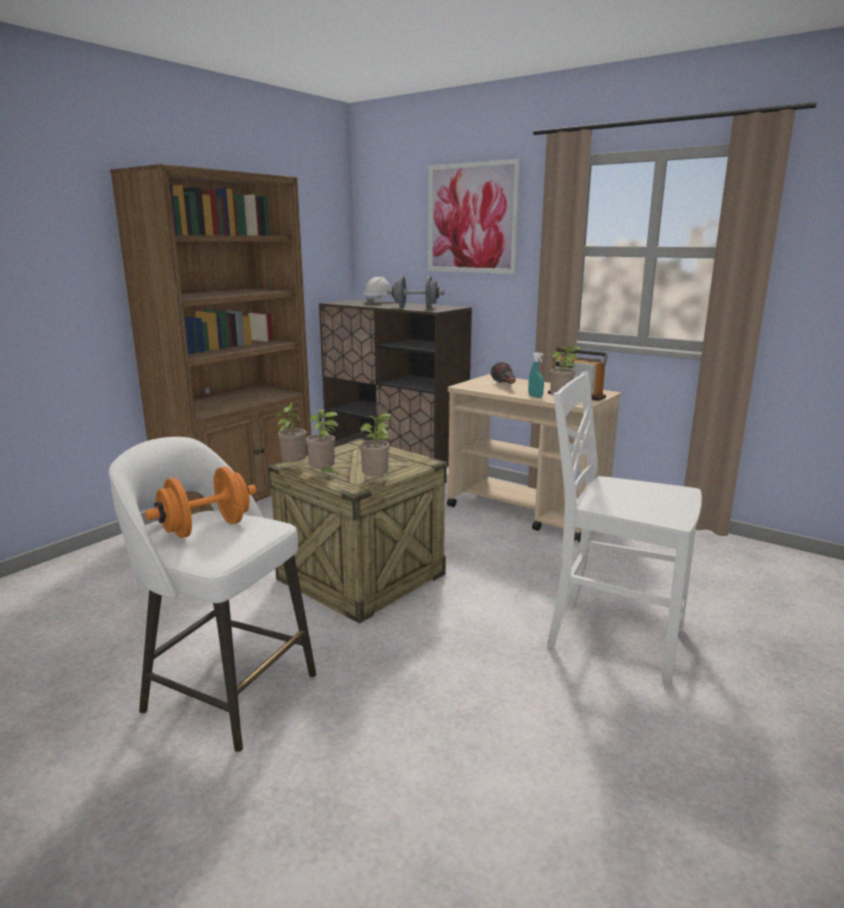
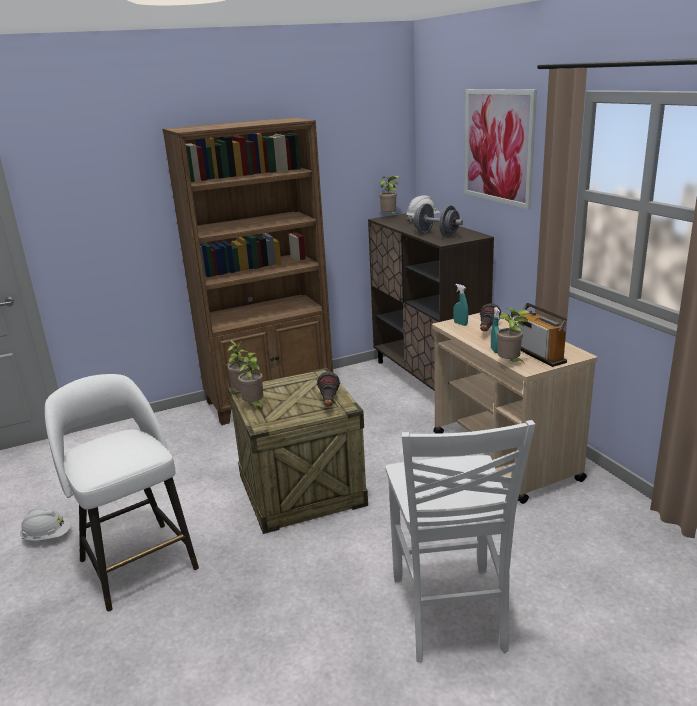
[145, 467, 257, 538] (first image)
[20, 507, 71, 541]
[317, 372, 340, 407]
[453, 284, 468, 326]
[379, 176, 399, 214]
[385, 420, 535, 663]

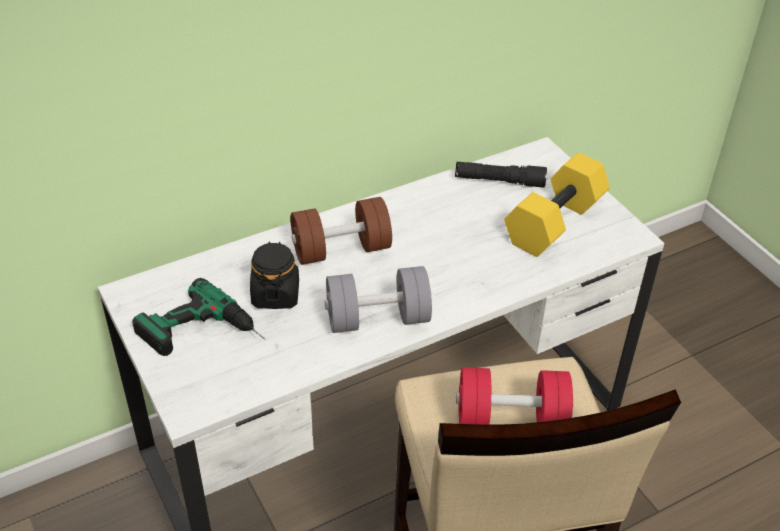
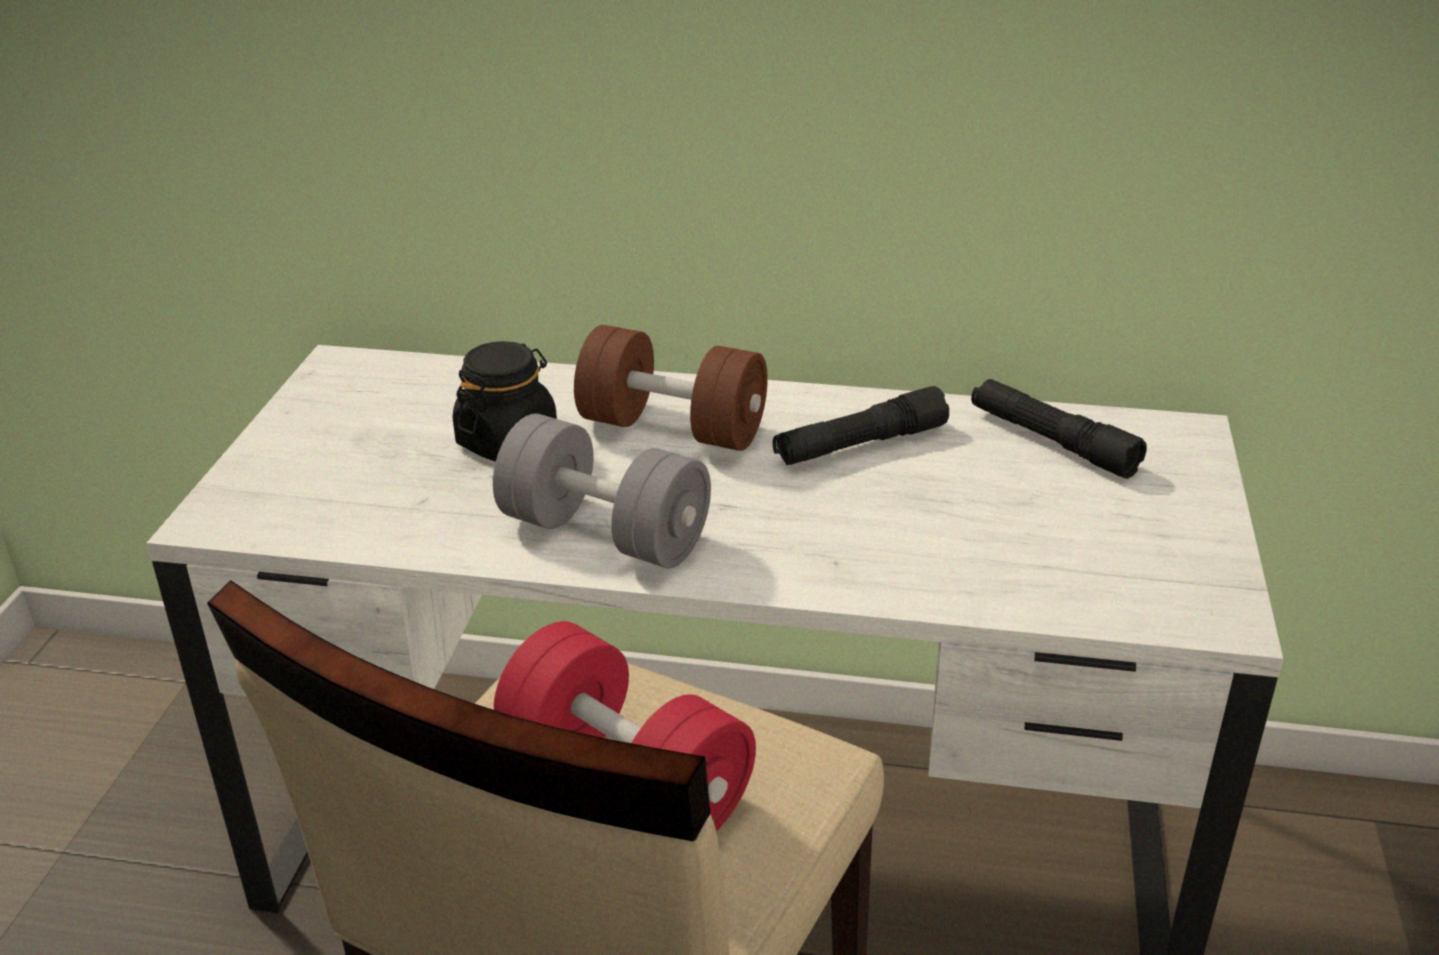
[132, 278, 266, 356] (first image)
[504, 153, 610, 257] (first image)
[773, 386, 949, 465]

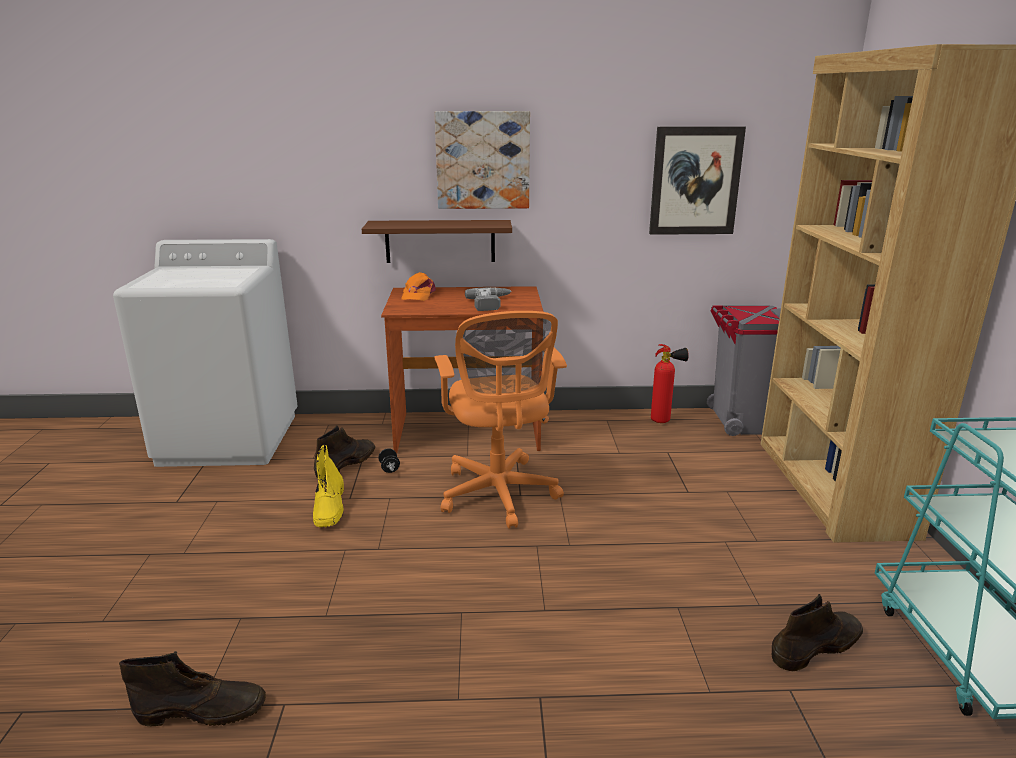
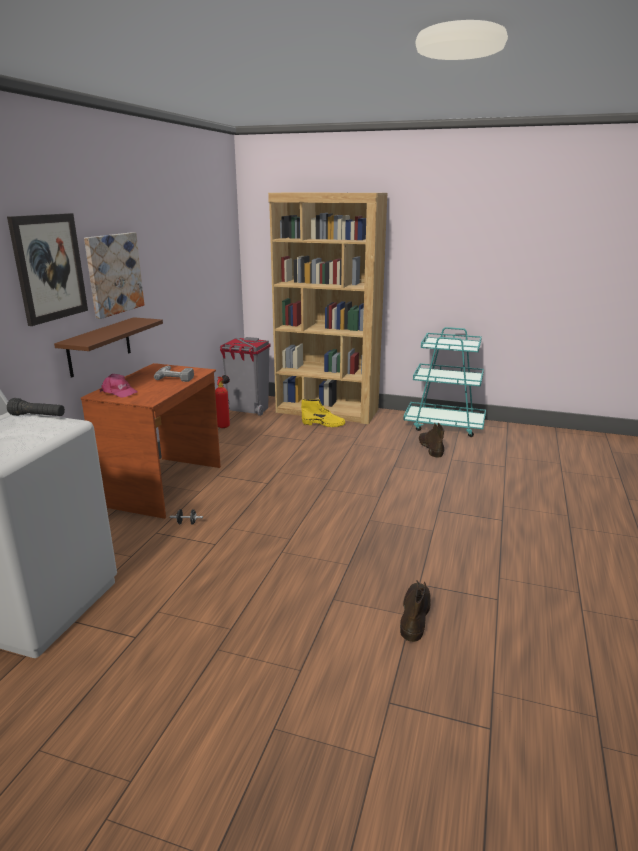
[314, 425, 375, 479] (first image)
[435, 311, 567, 529] (first image)
[7, 398, 65, 416]
[301, 399, 345, 427]
[7, 213, 88, 326]
[99, 374, 138, 398]

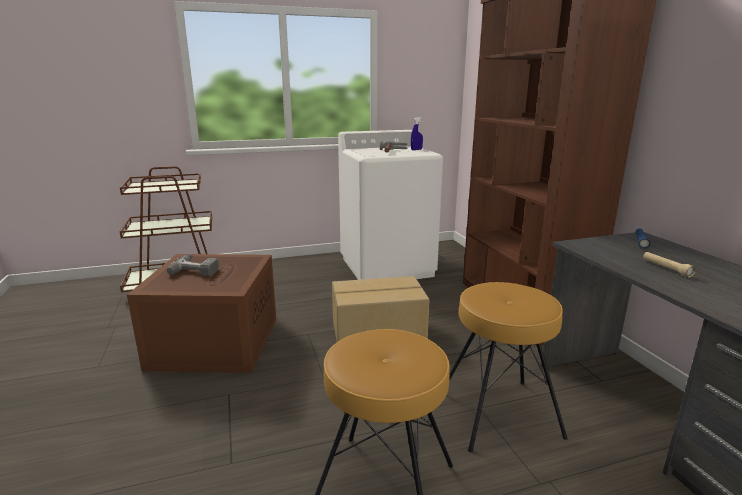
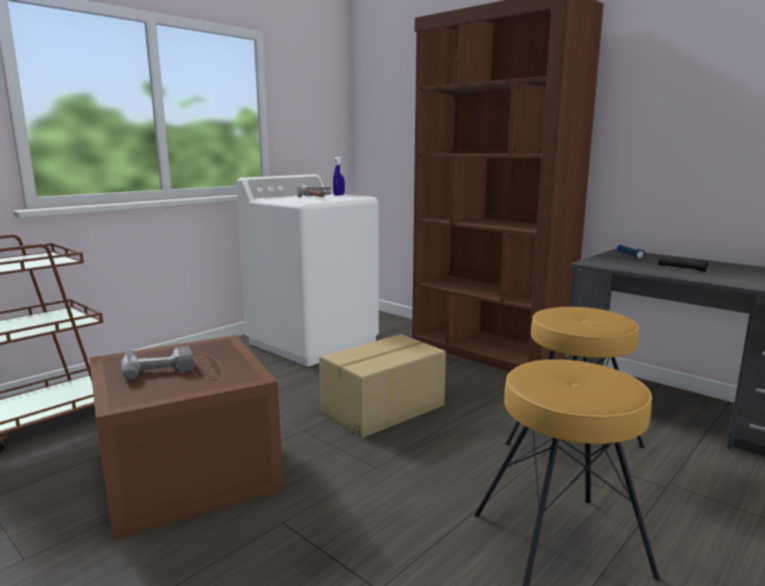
[658, 258, 708, 272]

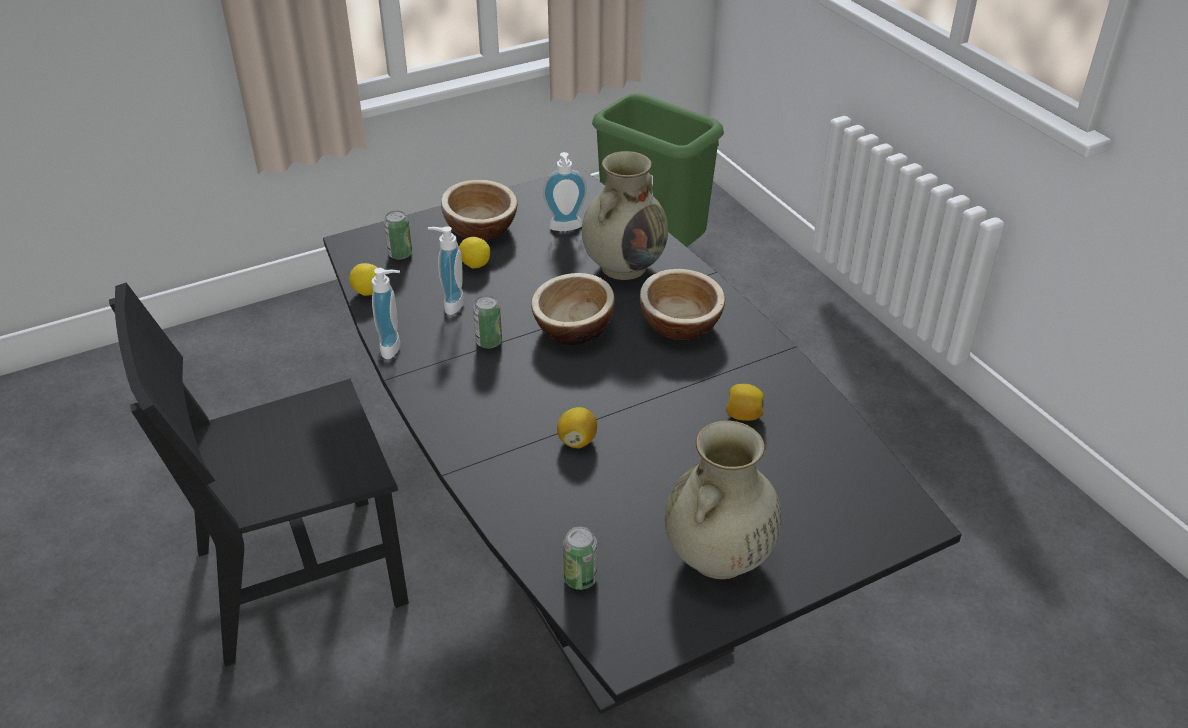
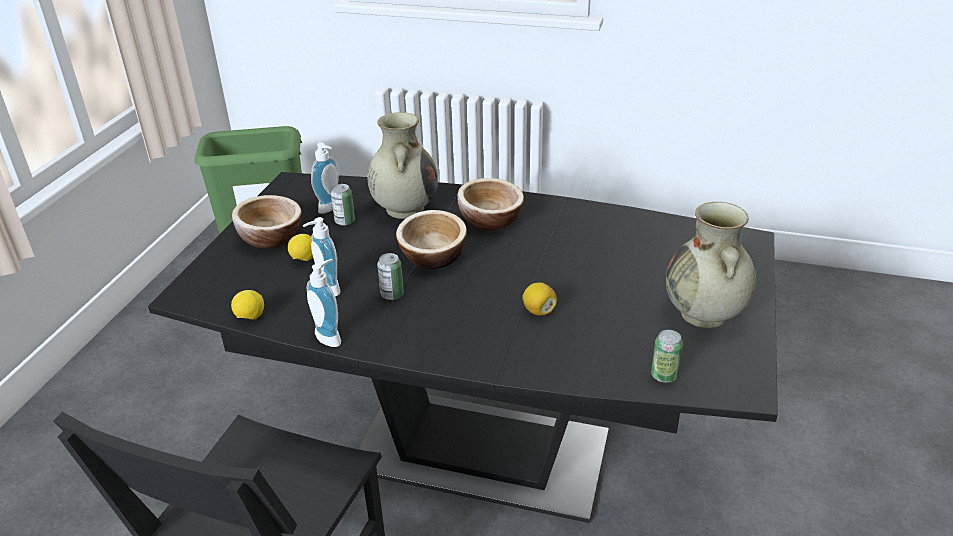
[726, 384, 764, 421] (first image)
[331, 184, 355, 226]

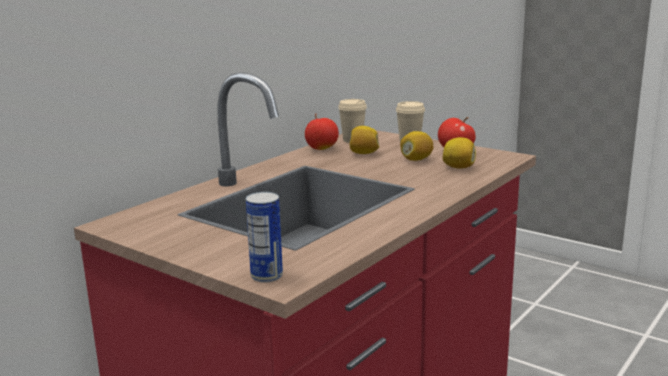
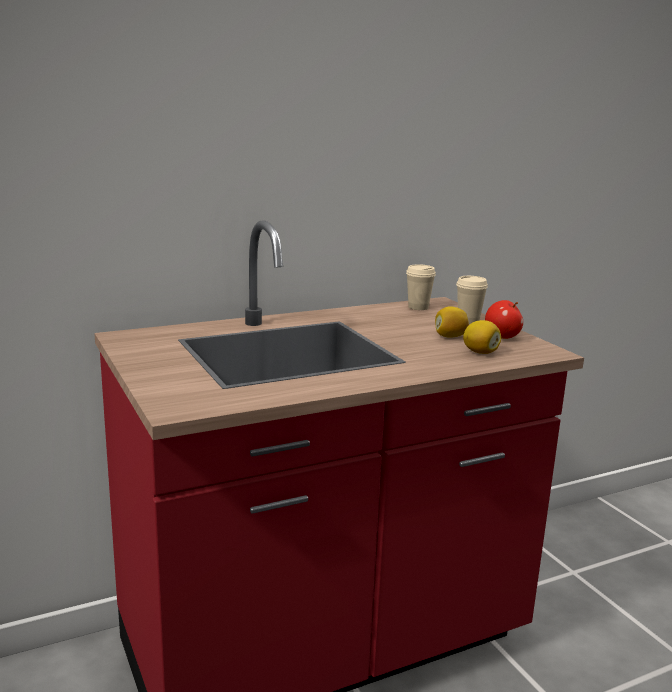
[246, 192, 283, 283] (first image)
[305, 114, 339, 150] (first image)
[350, 126, 379, 154] (first image)

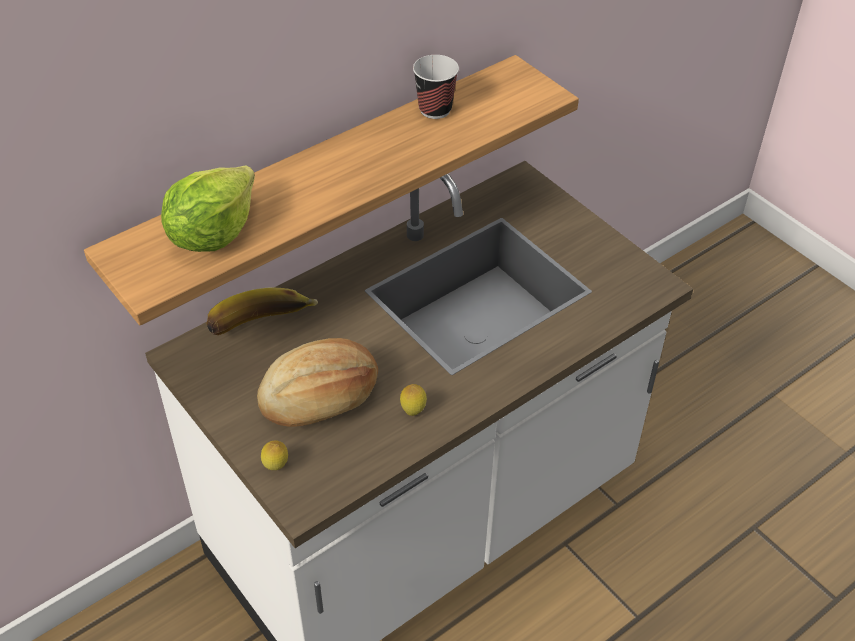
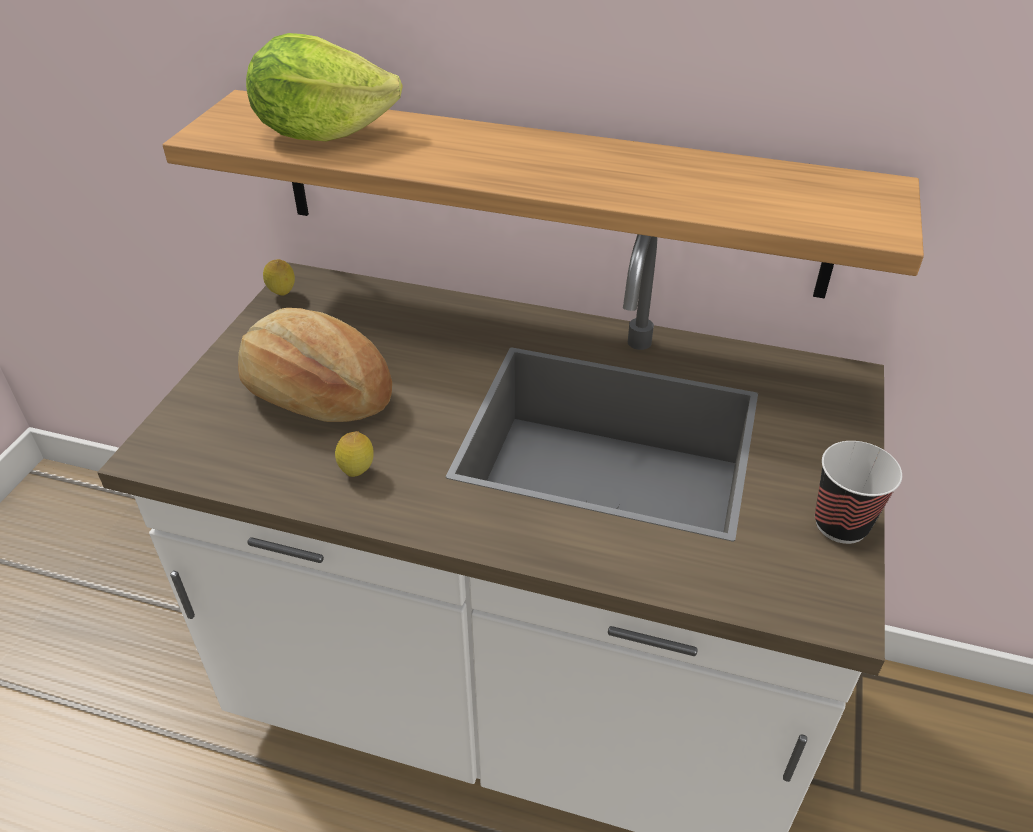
[206, 287, 318, 335] (first image)
[263, 259, 295, 296]
[815, 441, 902, 544]

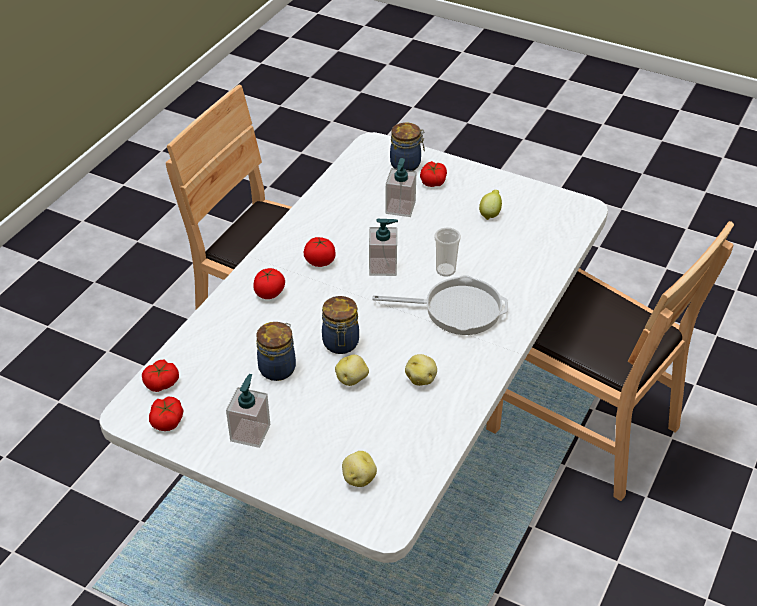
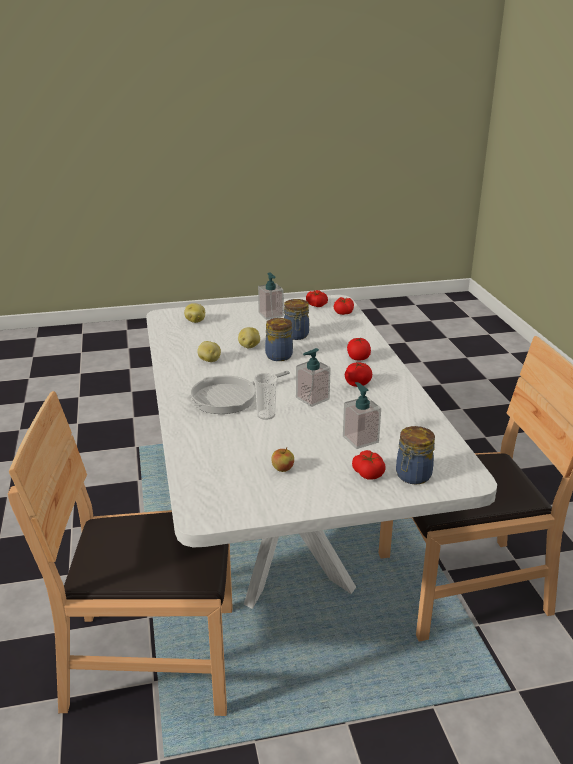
[271, 447, 294, 472]

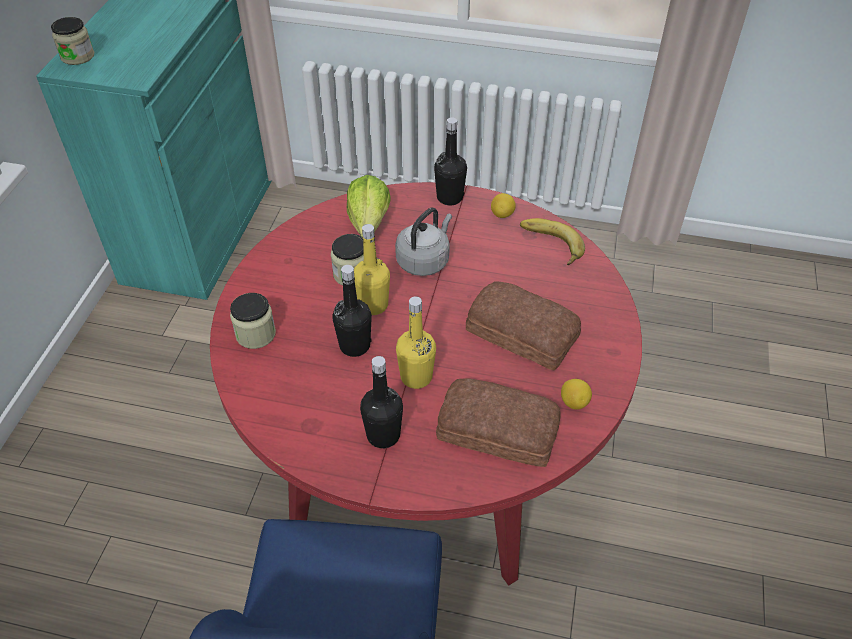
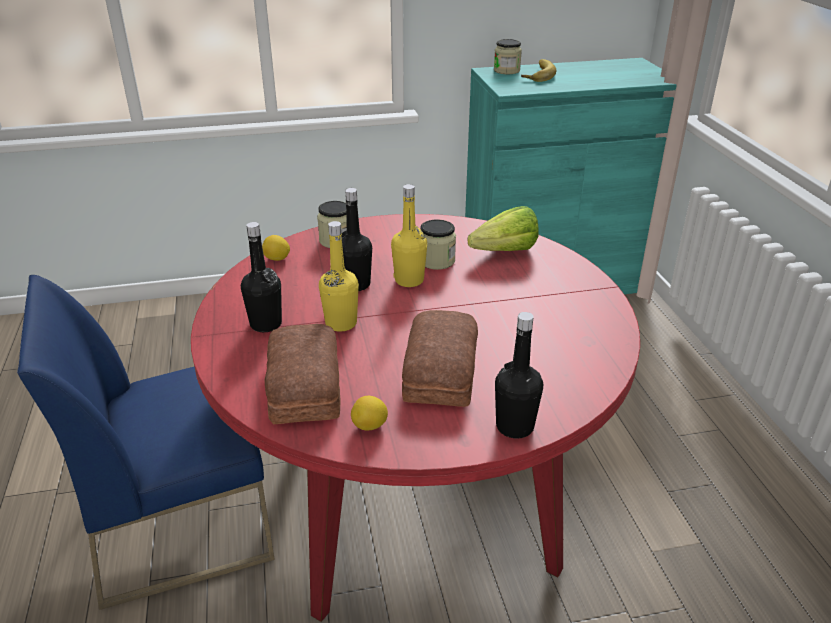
[395, 207, 452, 276] (first image)
[495, 312, 543, 438]
[262, 235, 290, 261]
[521, 59, 556, 82]

